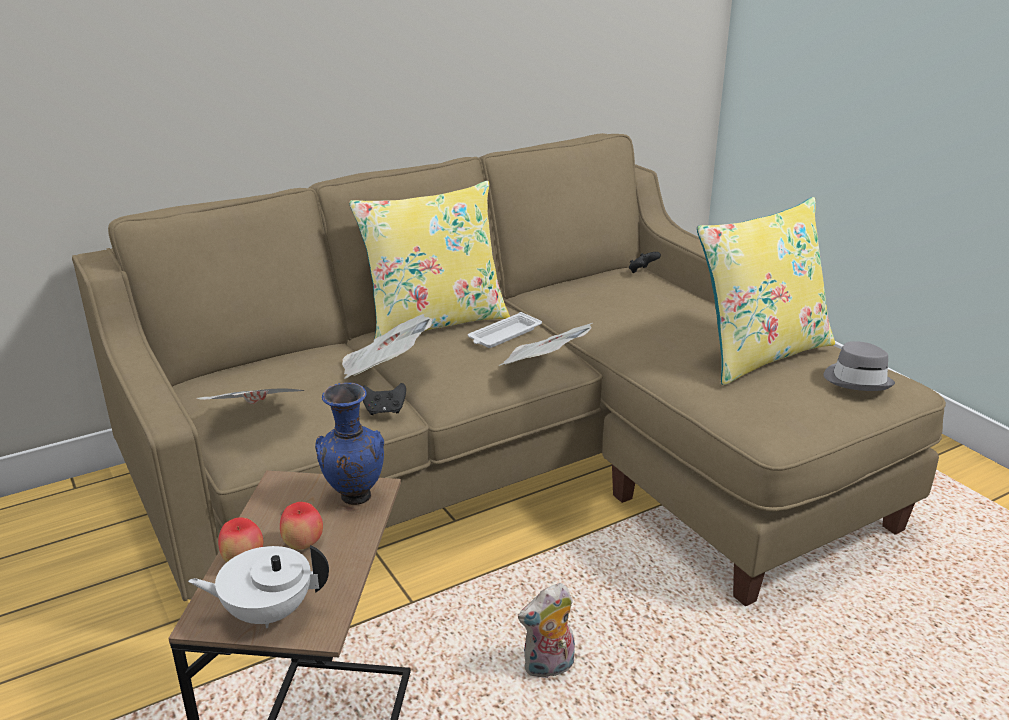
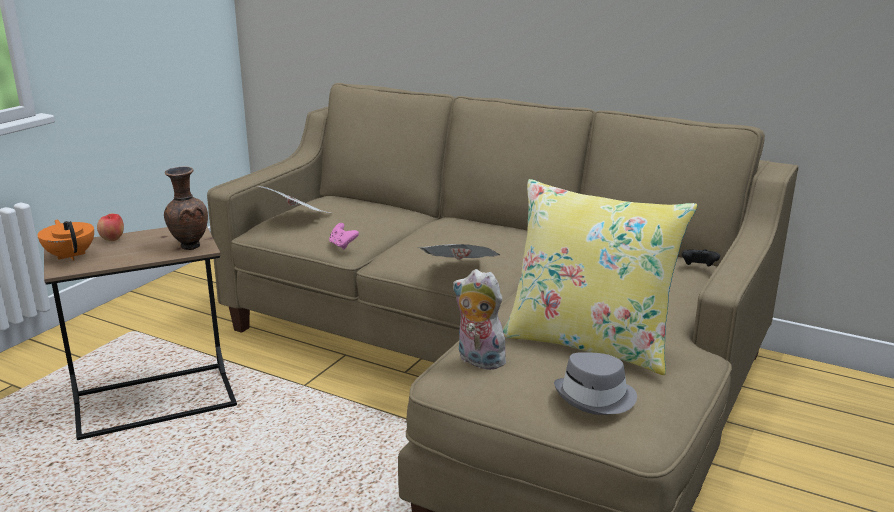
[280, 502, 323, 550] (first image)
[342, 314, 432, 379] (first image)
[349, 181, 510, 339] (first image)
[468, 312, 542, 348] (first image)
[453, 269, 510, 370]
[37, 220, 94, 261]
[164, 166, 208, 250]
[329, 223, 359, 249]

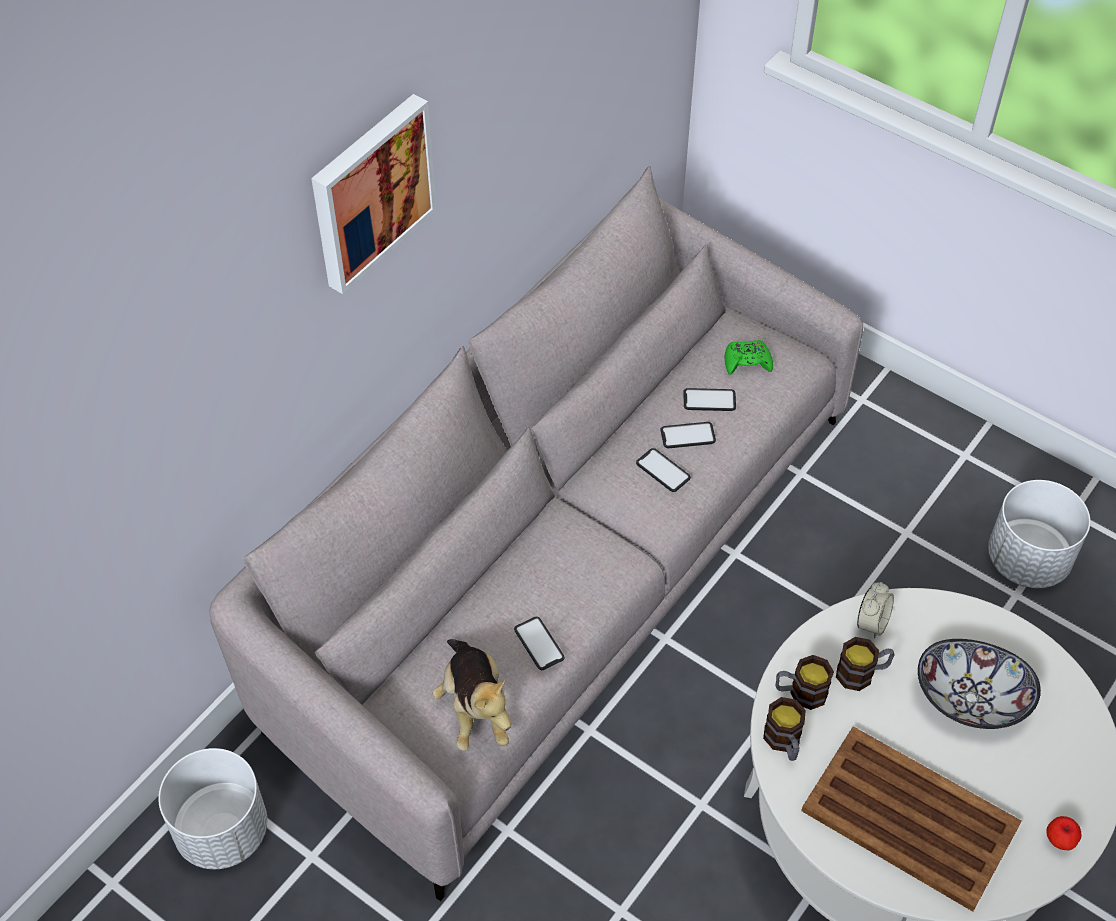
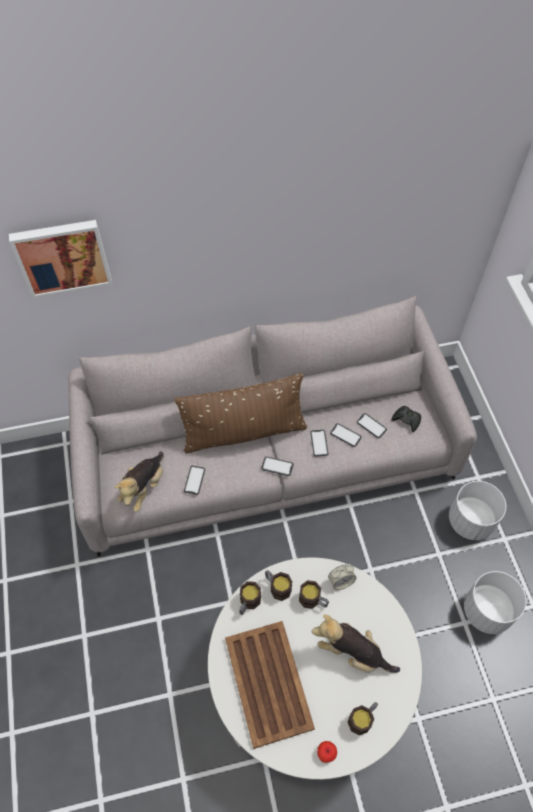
[175, 373, 307, 453]
[261, 457, 293, 476]
[348, 702, 378, 735]
[449, 481, 506, 540]
[9, 220, 112, 298]
[312, 614, 400, 673]
[392, 406, 421, 432]

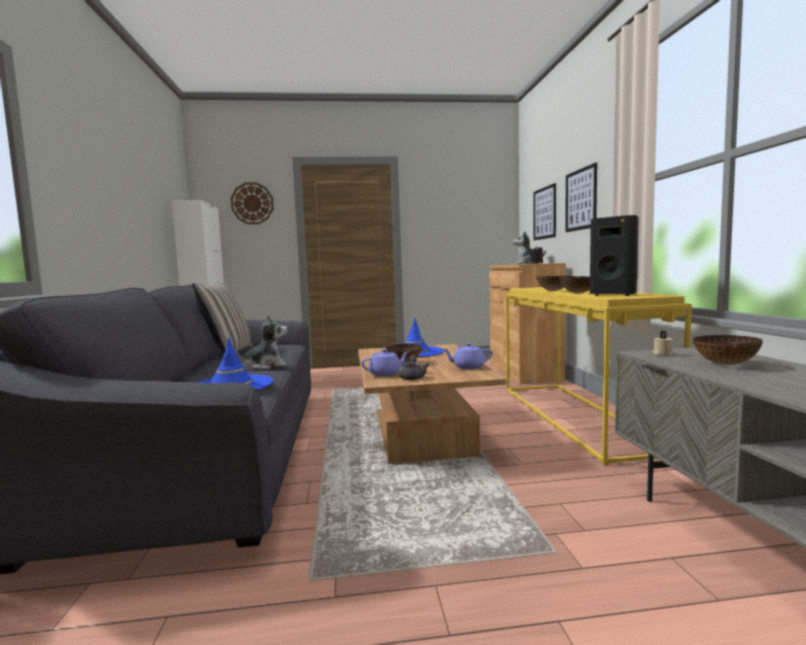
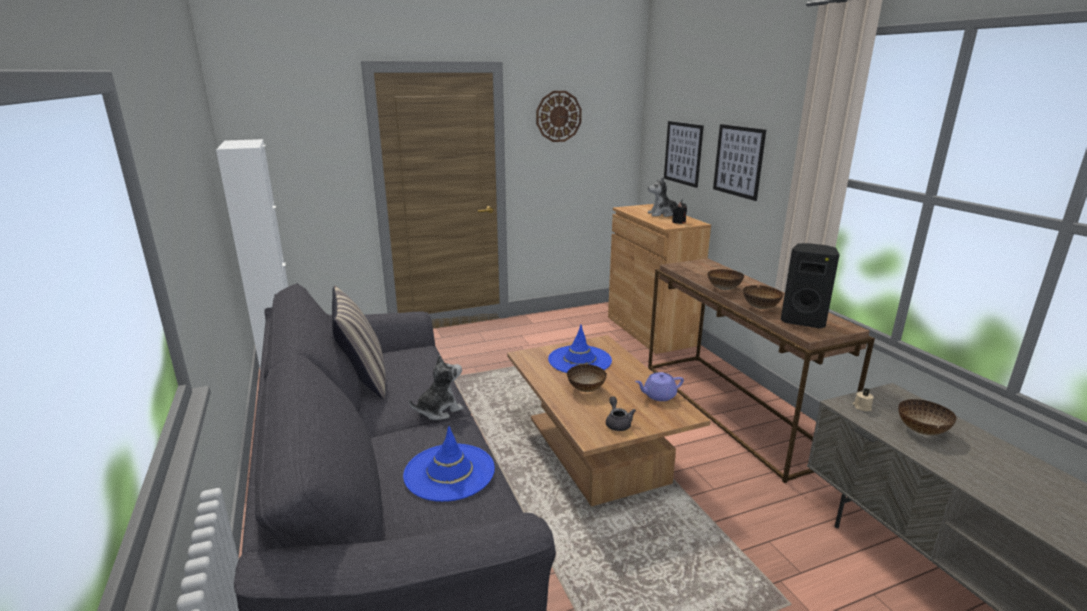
[361, 349, 410, 377] (first image)
[536, 91, 582, 142]
[648, 258, 875, 483]

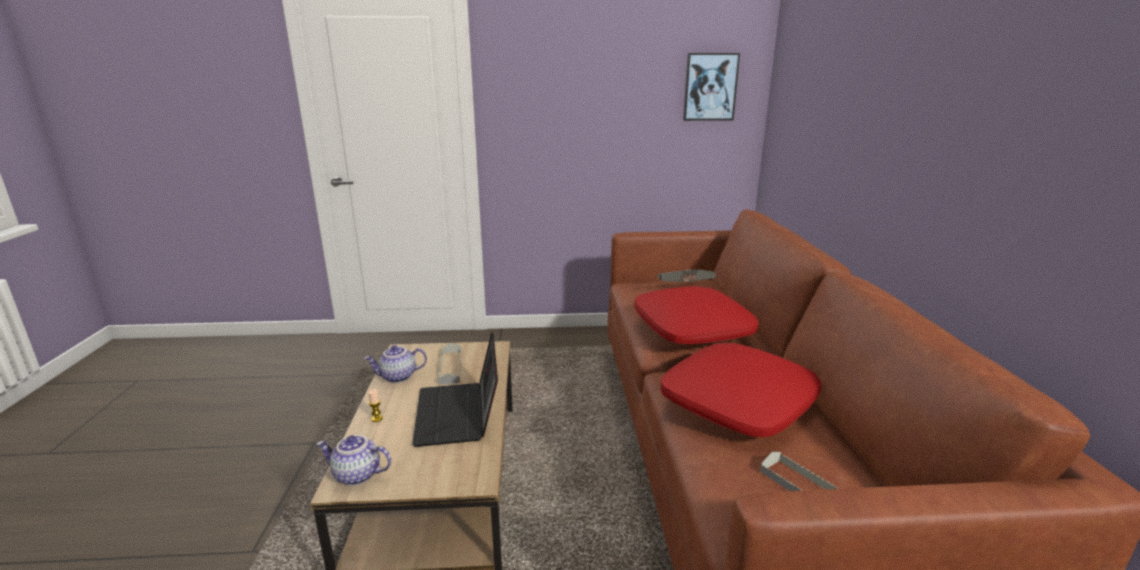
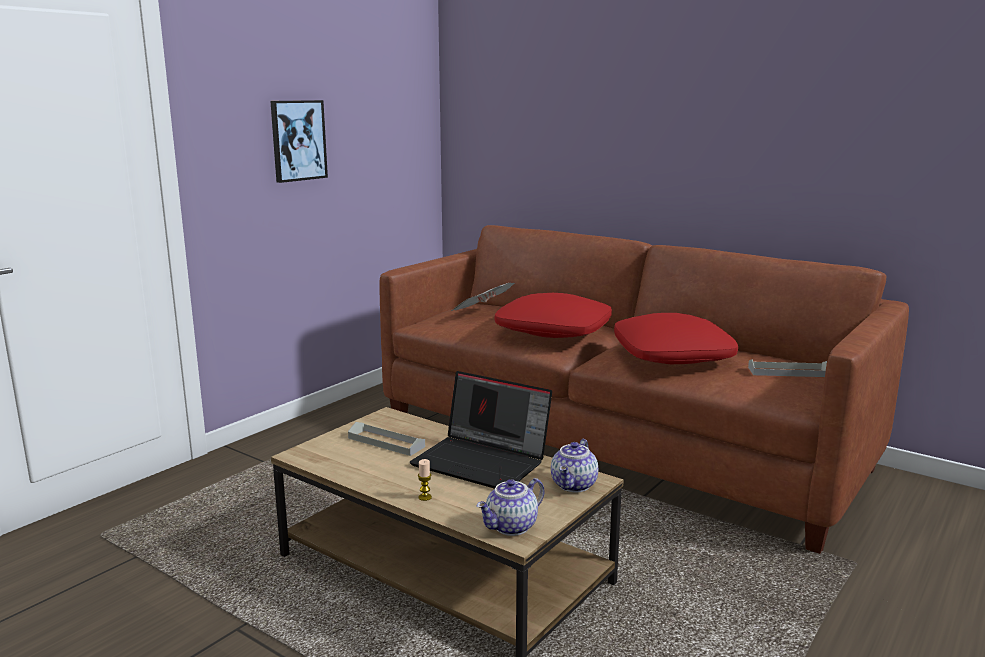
[551, 439, 598, 493]
[270, 100, 328, 183]

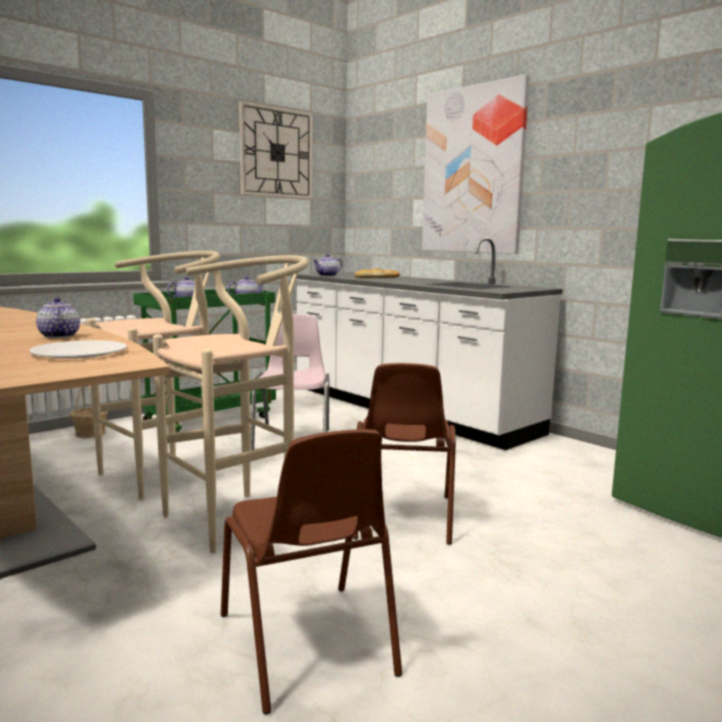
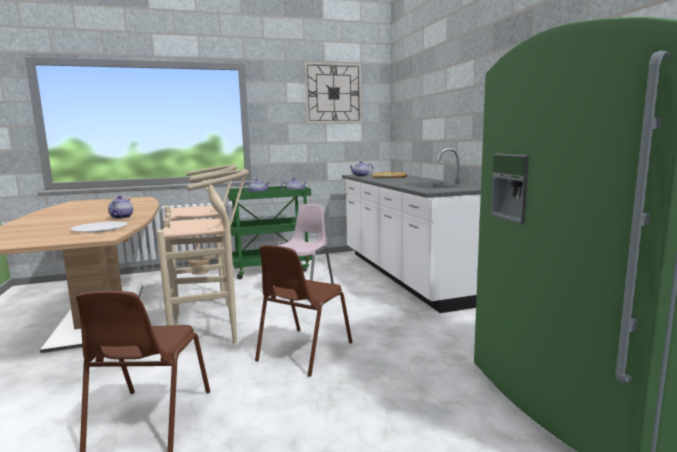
[422, 75, 530, 254] (first image)

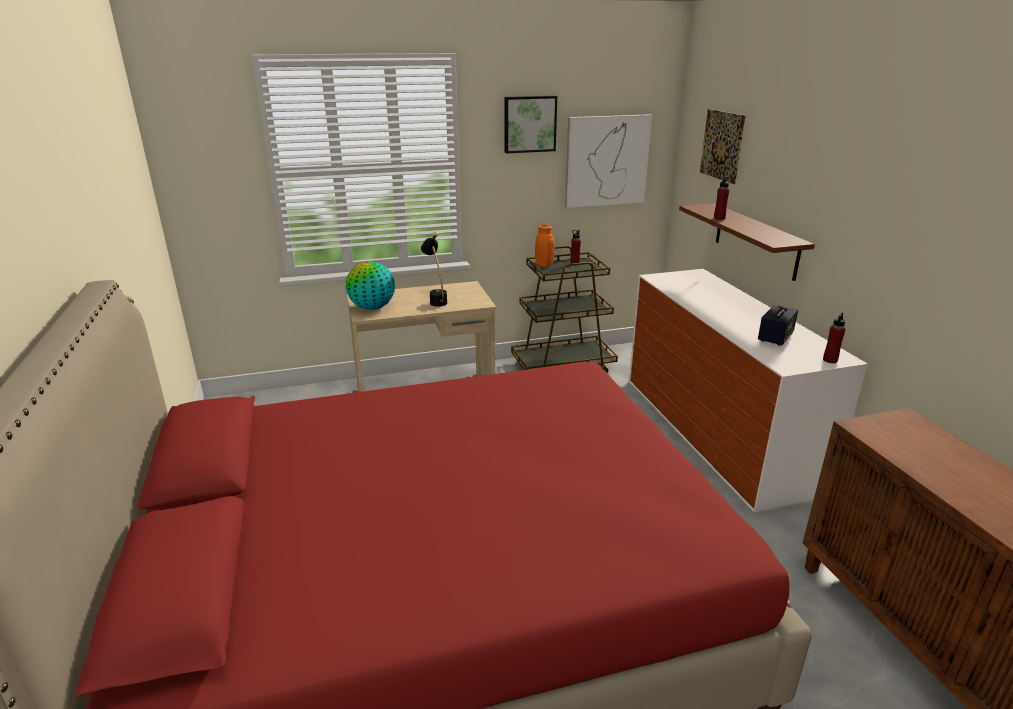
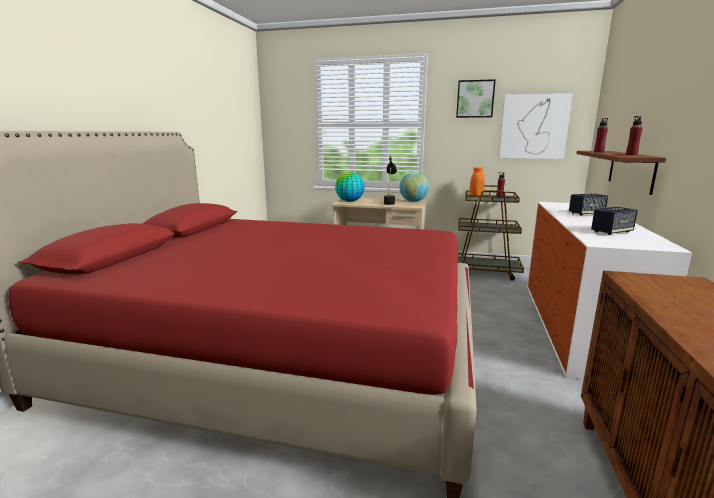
[700, 109, 745, 184] (first image)
[399, 172, 429, 202]
[569, 194, 608, 216]
[626, 116, 643, 155]

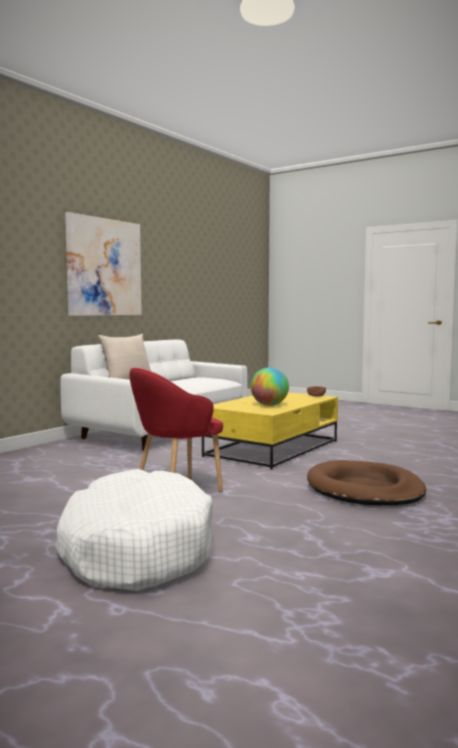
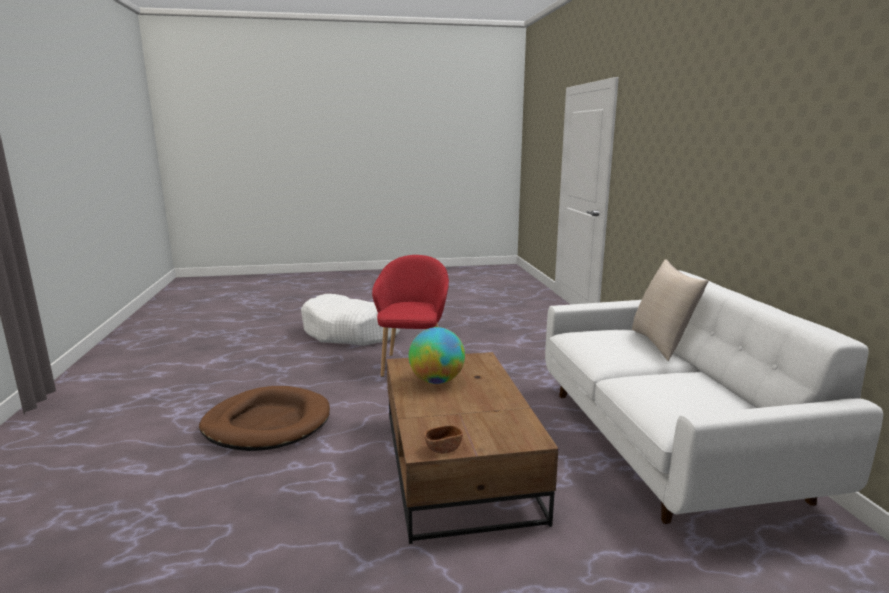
[65, 212, 142, 316] (first image)
[387, 352, 559, 544]

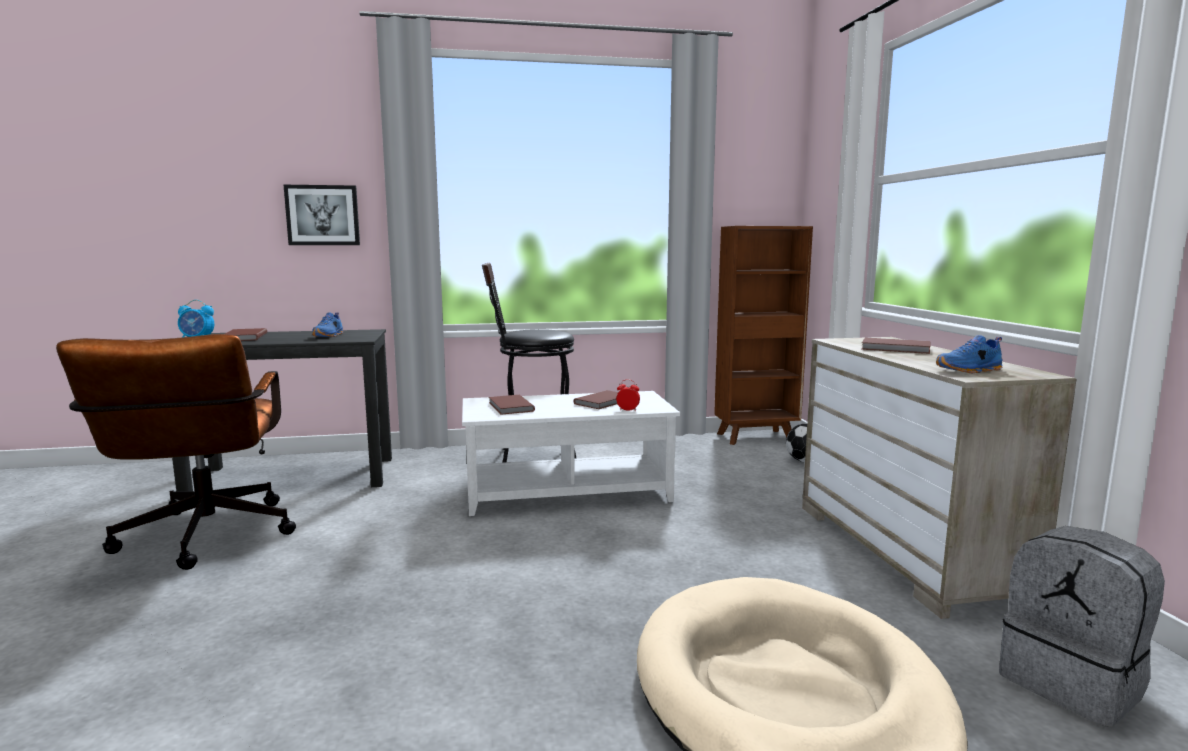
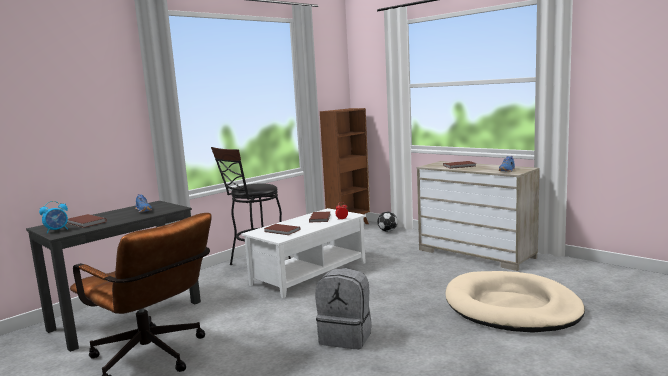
[284, 185, 360, 245] (first image)
[315, 268, 371, 349]

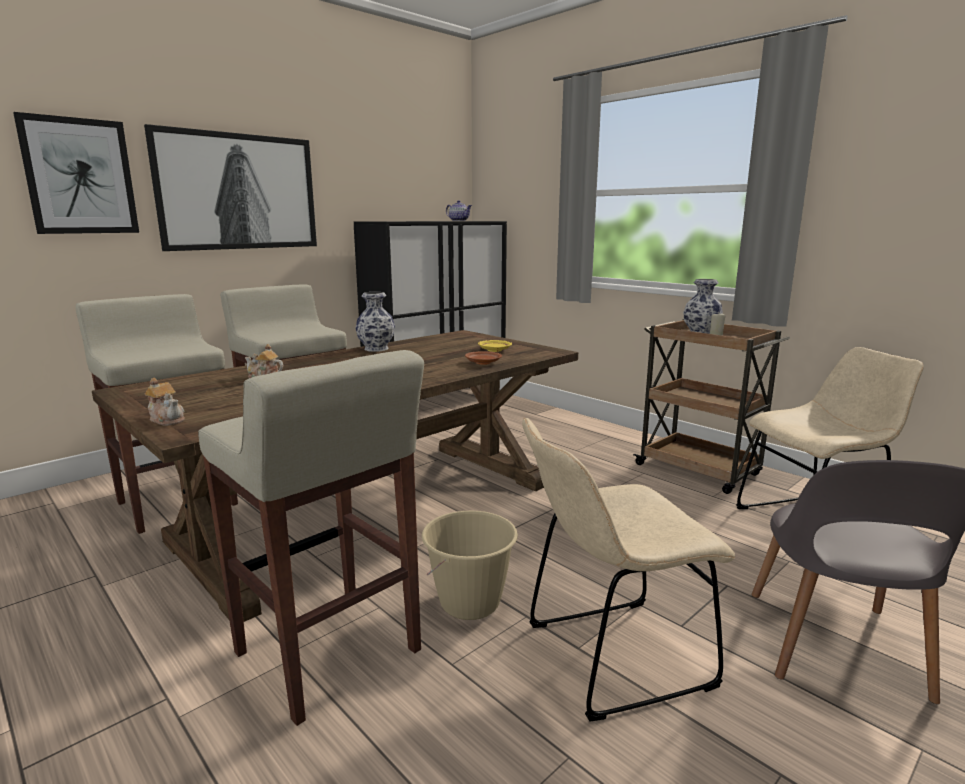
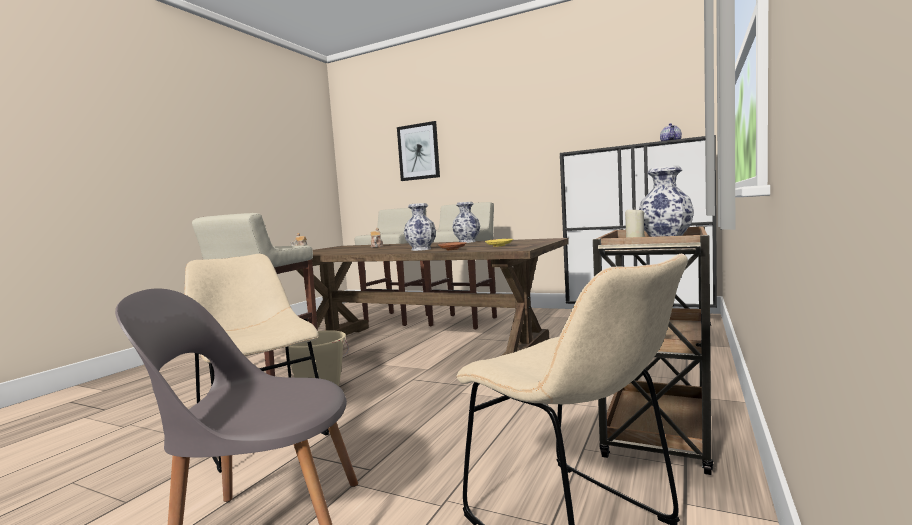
[144, 124, 317, 251] (first image)
[404, 203, 436, 251]

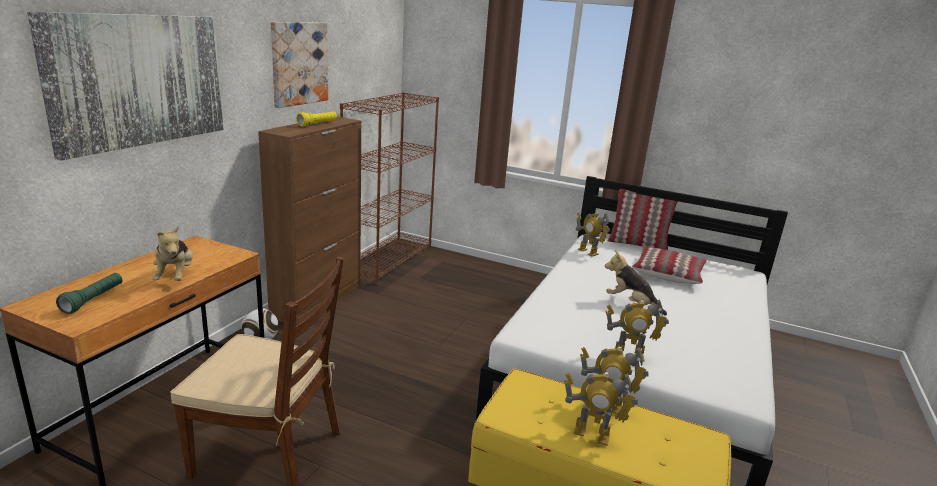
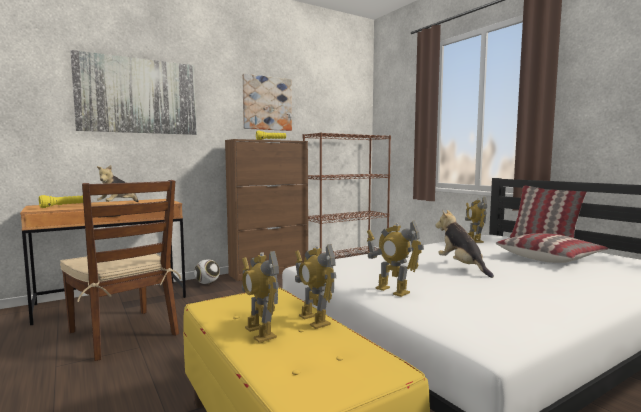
[39, 195, 83, 208]

